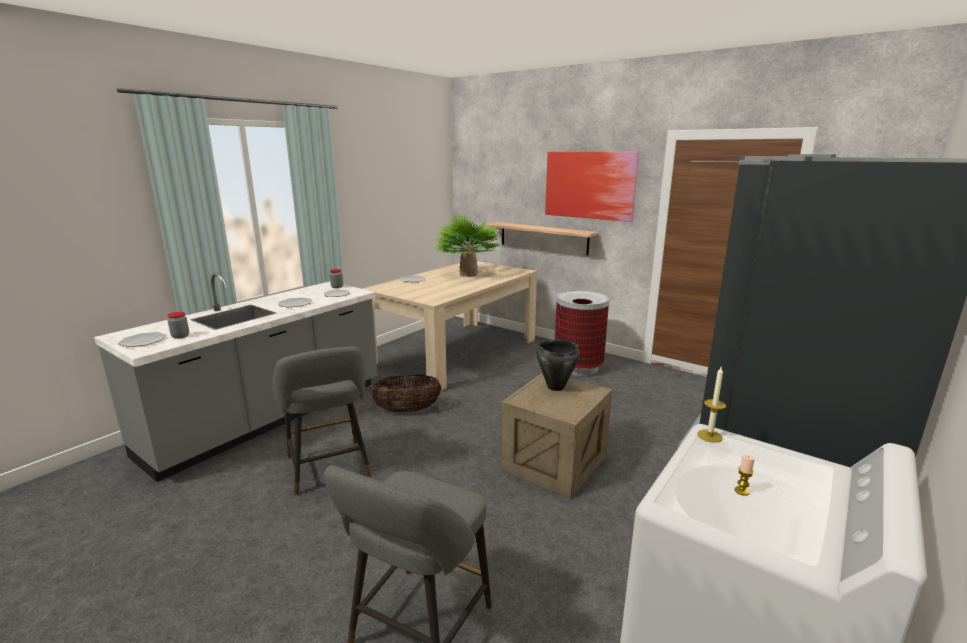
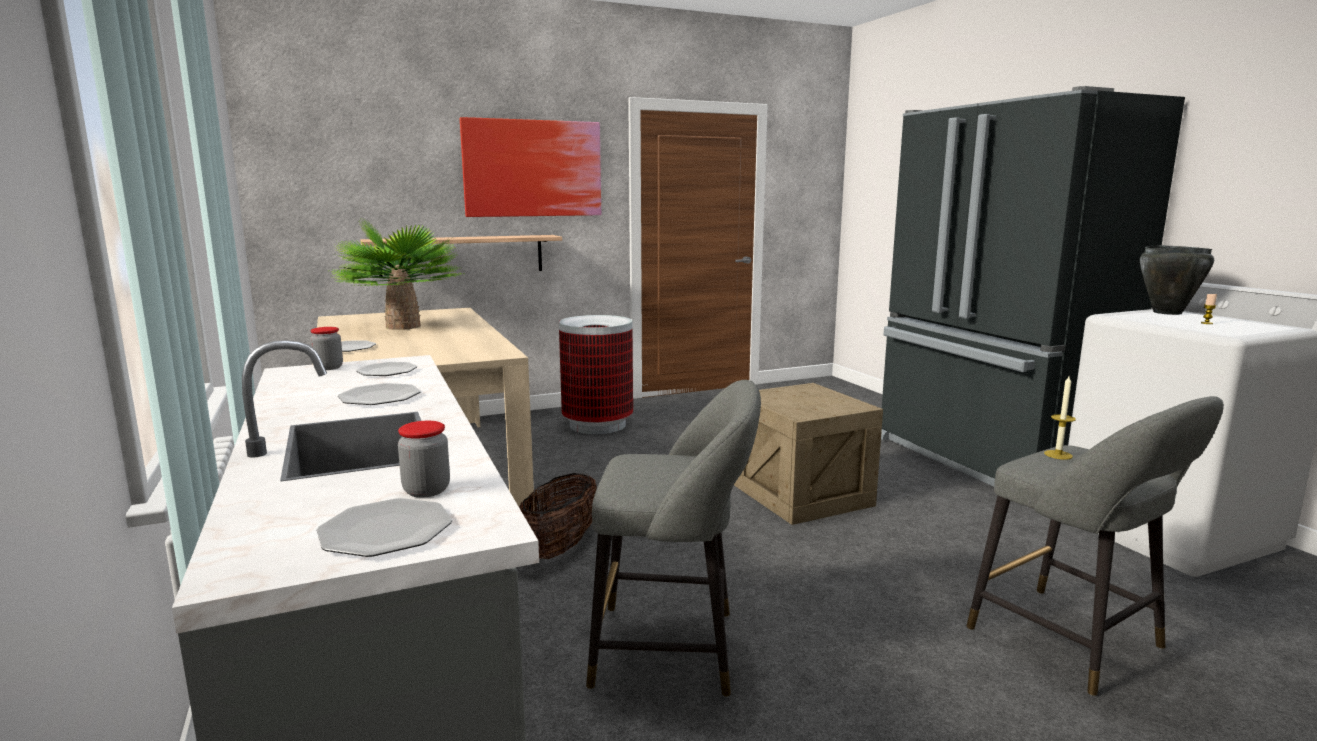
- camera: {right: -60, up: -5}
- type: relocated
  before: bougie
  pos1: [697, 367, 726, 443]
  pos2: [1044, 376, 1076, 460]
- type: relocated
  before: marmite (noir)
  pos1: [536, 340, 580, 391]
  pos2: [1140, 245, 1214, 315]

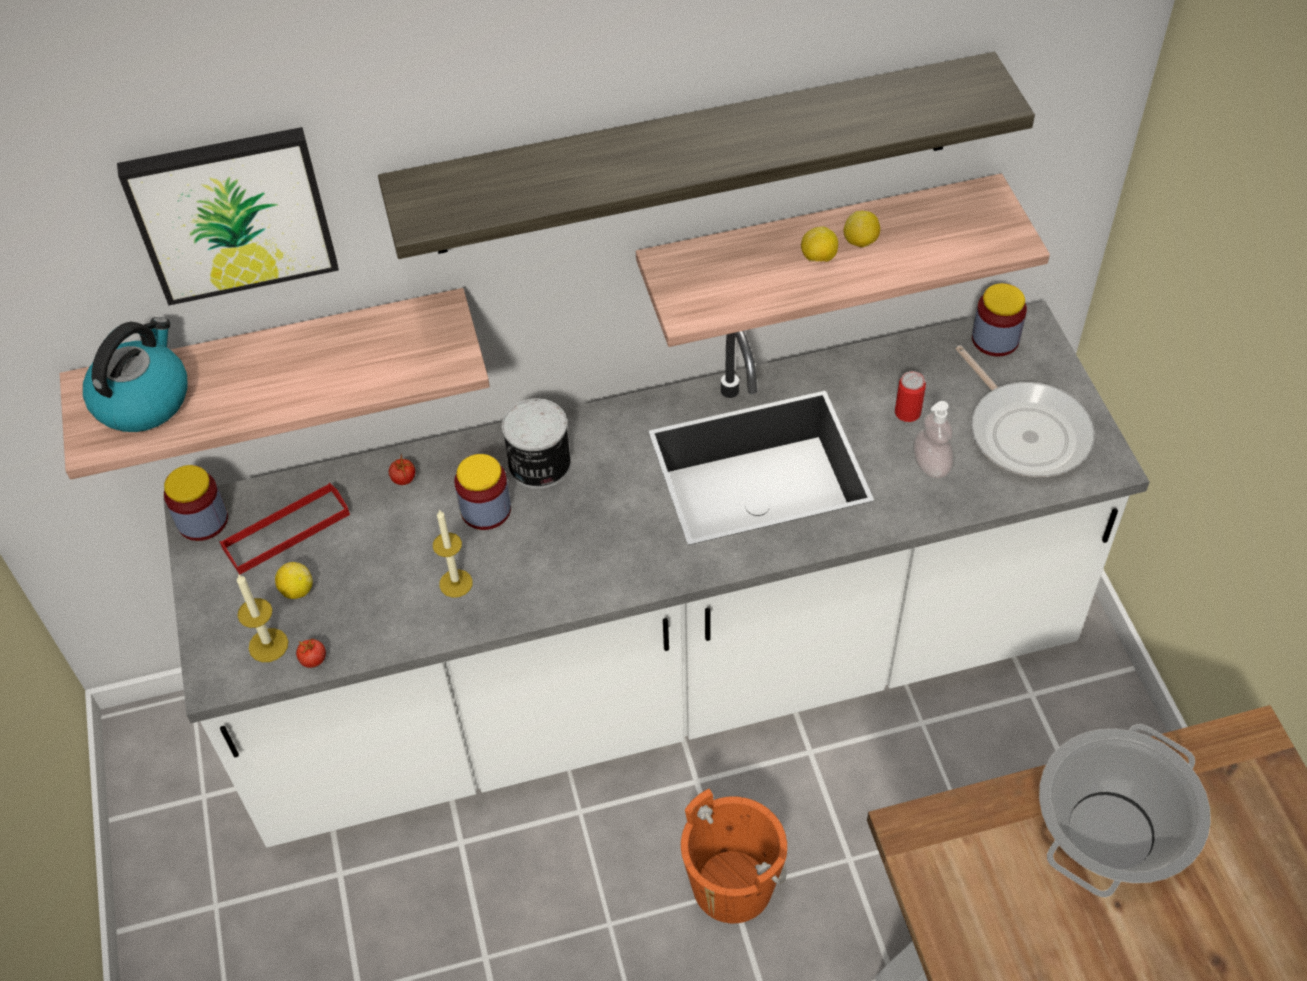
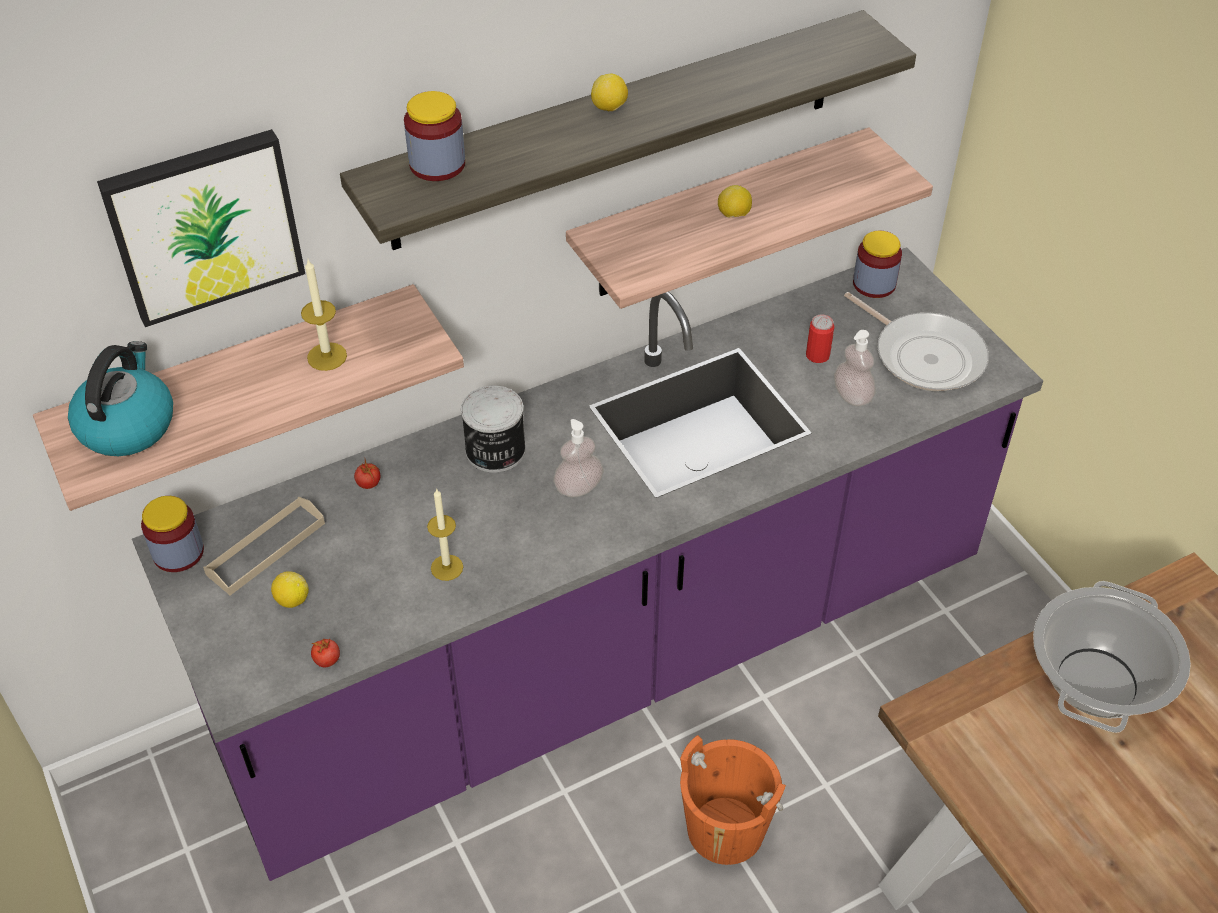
- camera: {right: -15, up: -5}
- type: colour
  before: comptoir de cuisine (blanc)
  after: comptoir de cuisine (violet)
  pos1: [163, 301, 1150, 848]
  pos2: [132, 247, 1043, 881]
- type: colour
  before: plateau (rouge)
  after: plateau (beige)
  pos1: [219, 482, 350, 574]
  pos2: [203, 497, 325, 595]
- type: relocated
  before: bougie
  pos1: [237, 573, 288, 662]
  pos2: [301, 260, 347, 371]
- type: relocated
  before: bocal
  pos1: [454, 454, 511, 530]
  pos2: [404, 91, 465, 181]
- type: appeared
  after: distributeur de savon
  pos2: [553, 419, 604, 497]
- type: relocated
  before: citron
  pos1: [844, 211, 880, 248]
  pos2: [591, 74, 628, 111]

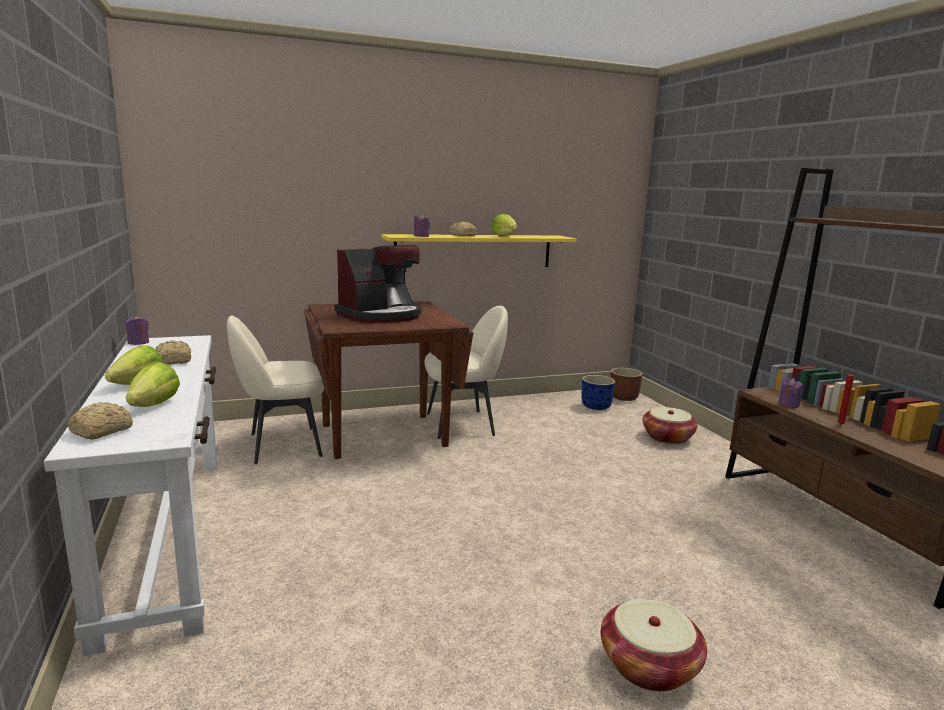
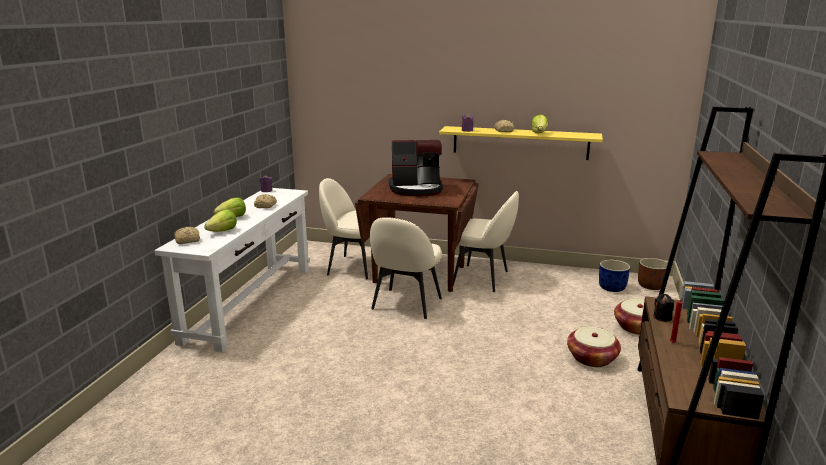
- camera: {right: 35, up: 5}
- type: appeared
  after: chaise (beige)
  pos2: [370, 217, 442, 319]
- type: relocated
  before: panier
  pos1: [601, 599, 707, 692]
  pos2: [567, 327, 621, 367]
- type: colour
  before: bougie (violet)
  after: bougie (noir)
  pos1: [779, 378, 803, 408]
  pos2: [654, 294, 674, 322]

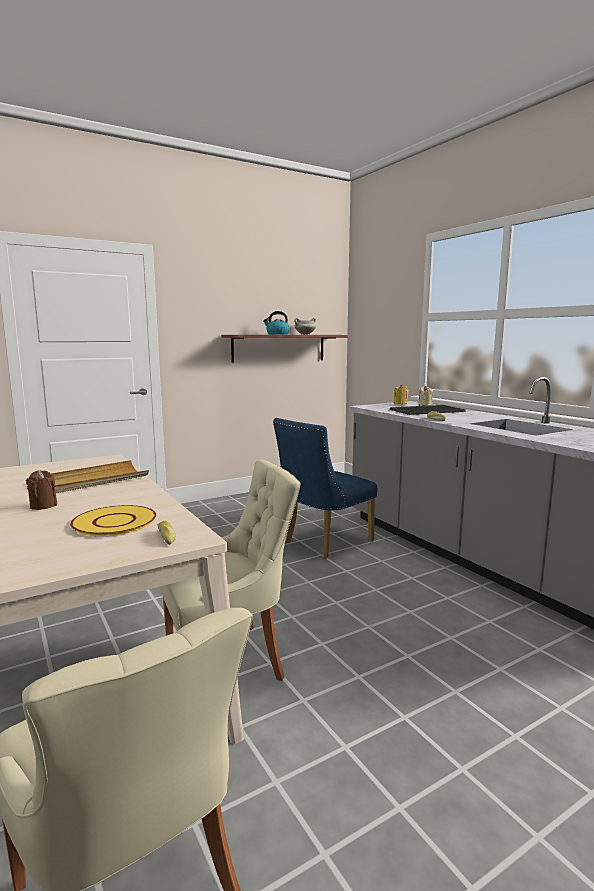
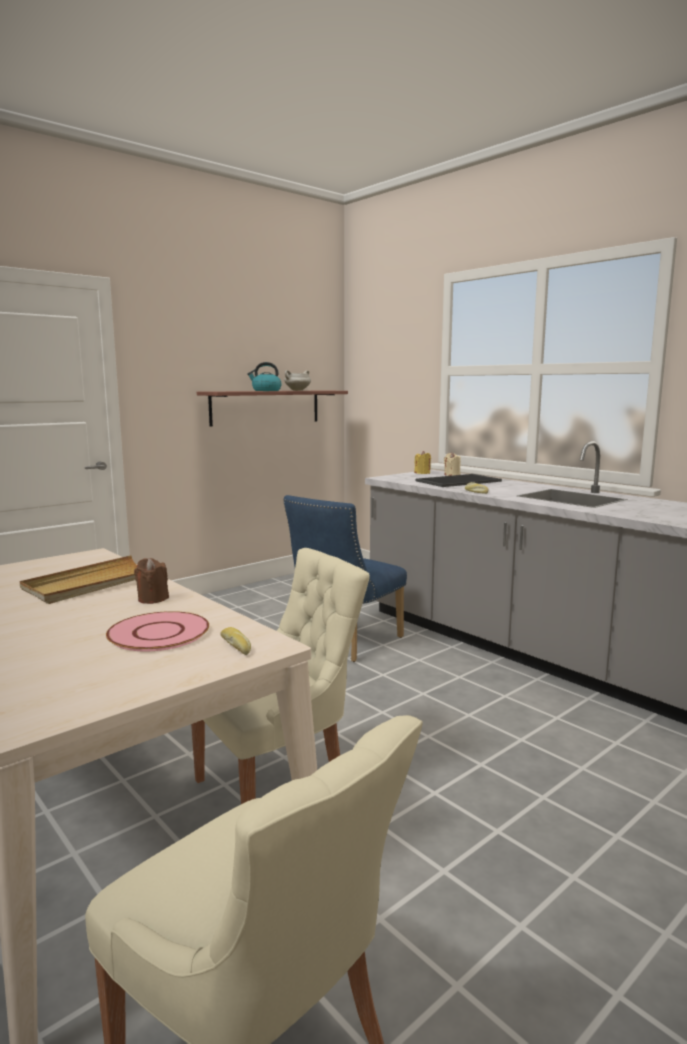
- camera: {right: -10, up: 0}
- type: colour
  before: assiette (jaune)
  after: assiette (rose)
  pos1: [70, 505, 156, 536]
  pos2: [106, 611, 209, 651]
- type: relocated
  before: bougie (marron)
  pos1: [26, 470, 57, 510]
  pos2: [134, 558, 169, 604]

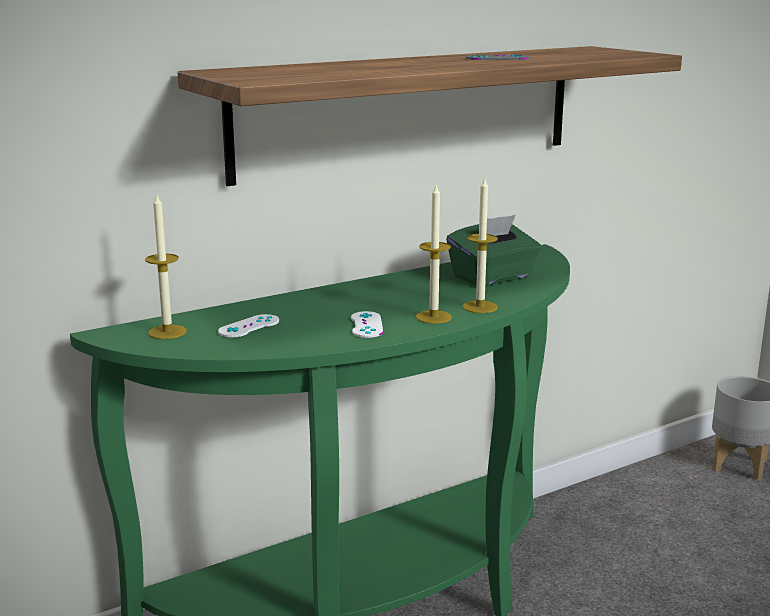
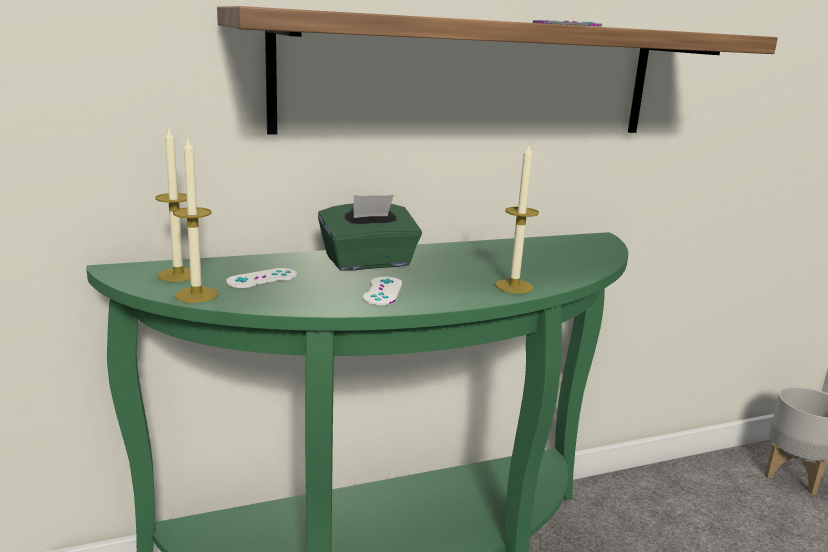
- camera: {right: 10, up: 0}
- type: relocated
  before: bougie
  pos1: [416, 185, 452, 324]
  pos2: [173, 139, 218, 303]
- type: relocated
  before: boîte à mouchoirs (vert)
  pos1: [446, 215, 541, 286]
  pos2: [318, 195, 422, 271]

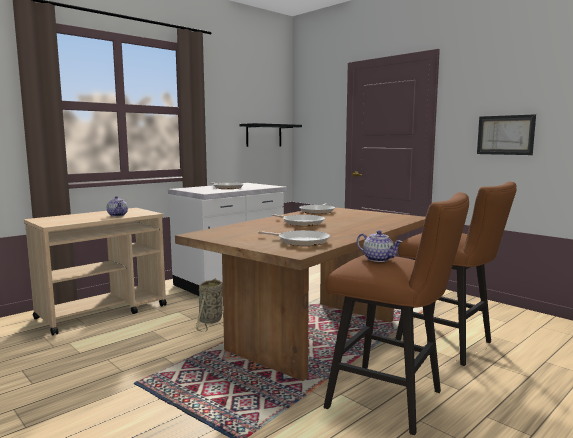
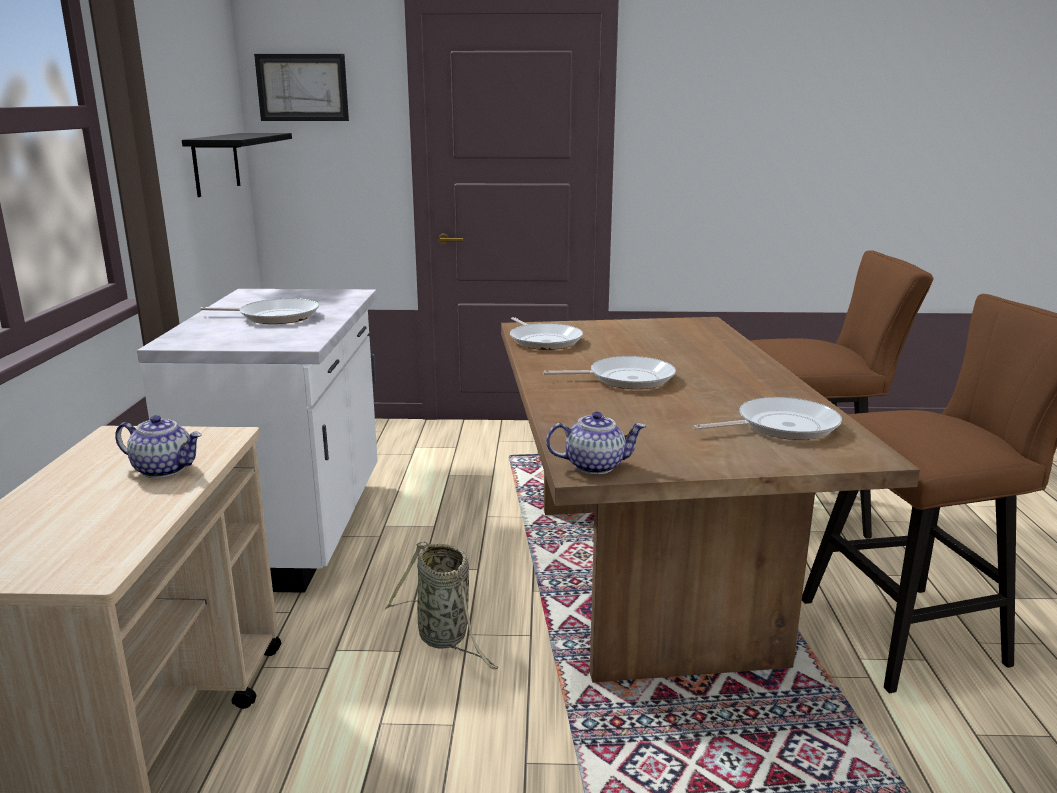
- camera: {right: -45, up: 10}
- type: relocated
  before: tableau
  pos1: [477, 114, 536, 155]
  pos2: [254, 54, 349, 121]
- type: relocated
  before: théière
  pos1: [357, 230, 402, 262]
  pos2: [546, 411, 646, 474]

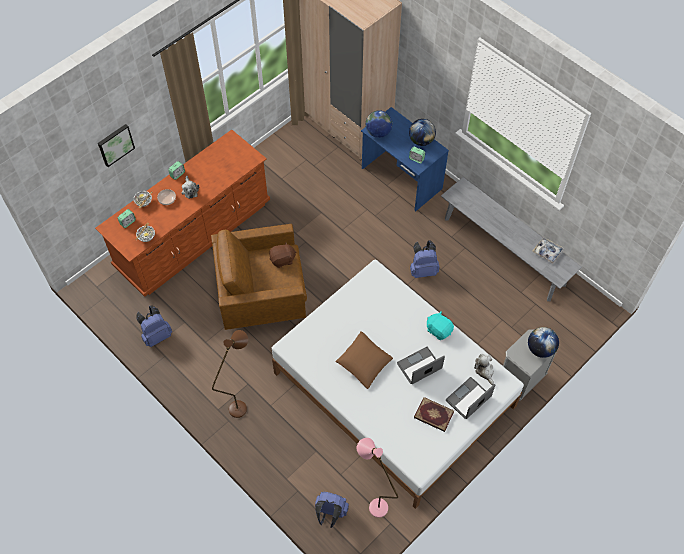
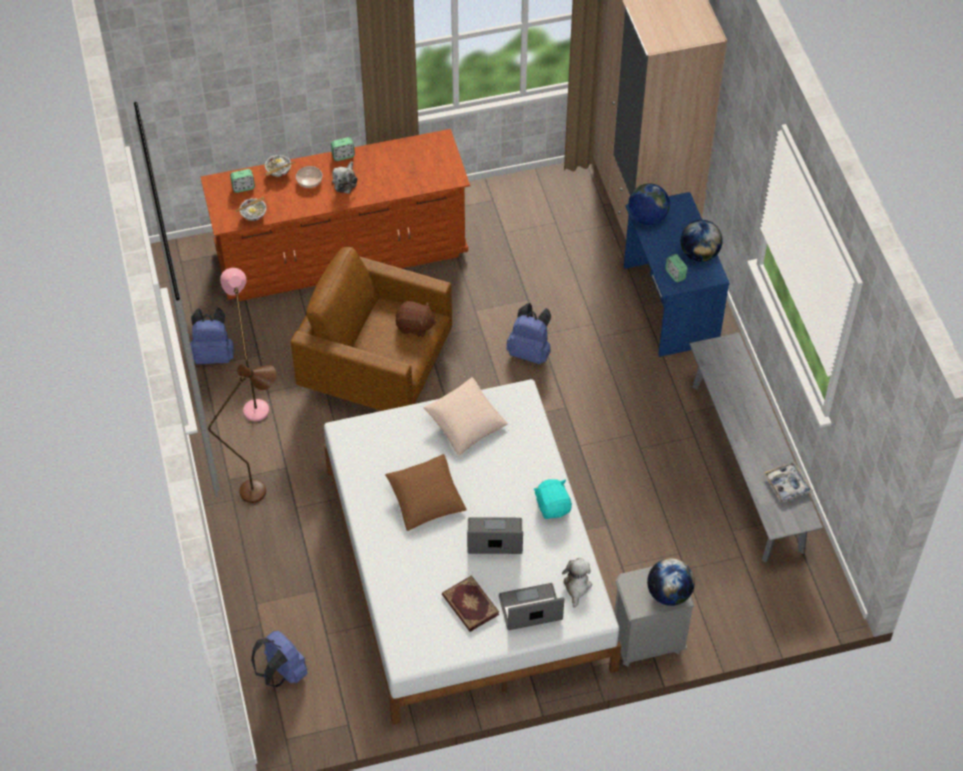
- camera: {right: 30, up: -5}
- type: relocated
  before: lampadaire (rose)
  pos1: [357, 438, 398, 518]
  pos2: [220, 268, 269, 422]
- type: appeared
  after: coussin (beige)
  pos2: [423, 377, 508, 456]
- type: relocated
  before: sac à dos (bleu)
  pos1: [410, 240, 440, 278]
  pos2: [507, 303, 551, 364]
- type: missing
  before: tableau
  pos1: [98, 124, 135, 167]

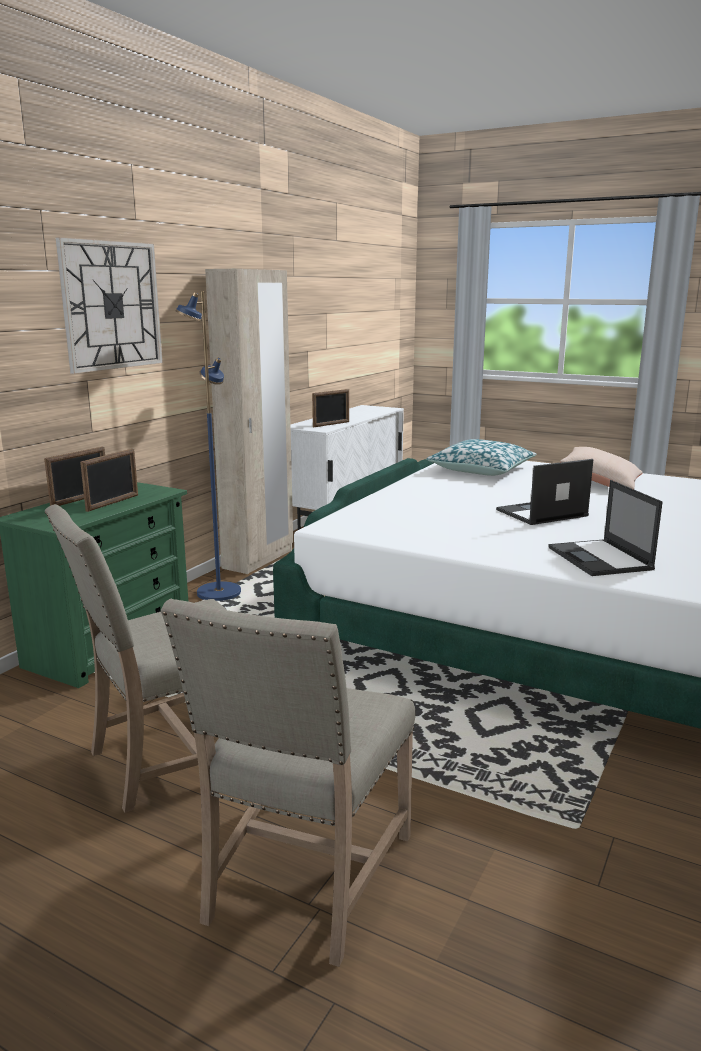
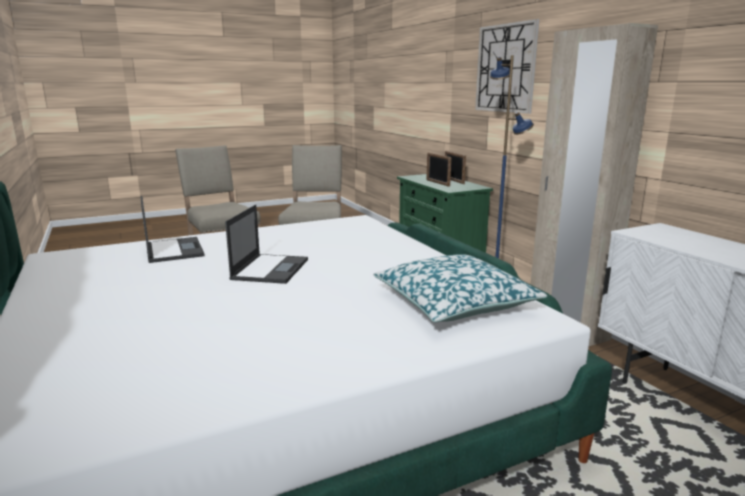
- camera: {right: 125, up: 0}
- type: spun
  before: ordinateur portable
  pos1: [549, 480, 663, 576]
  pos2: [140, 196, 205, 263]
  turn: 45
- type: missing
  before: cadre photo
  pos1: [312, 389, 349, 427]
- type: missing
  before: coussin (beige)
  pos1: [560, 447, 643, 489]

